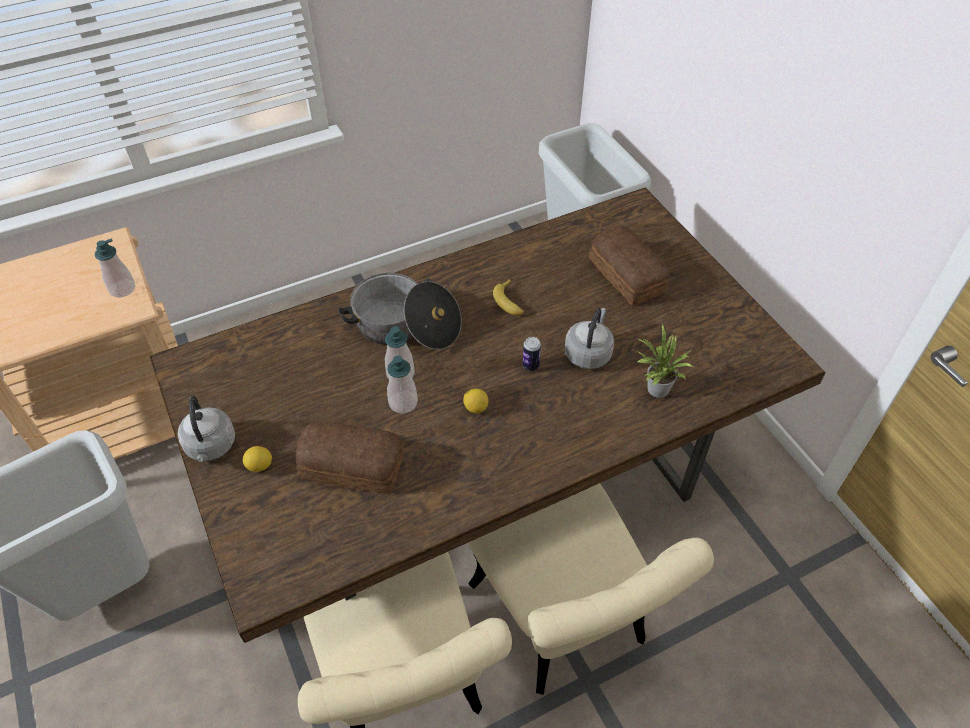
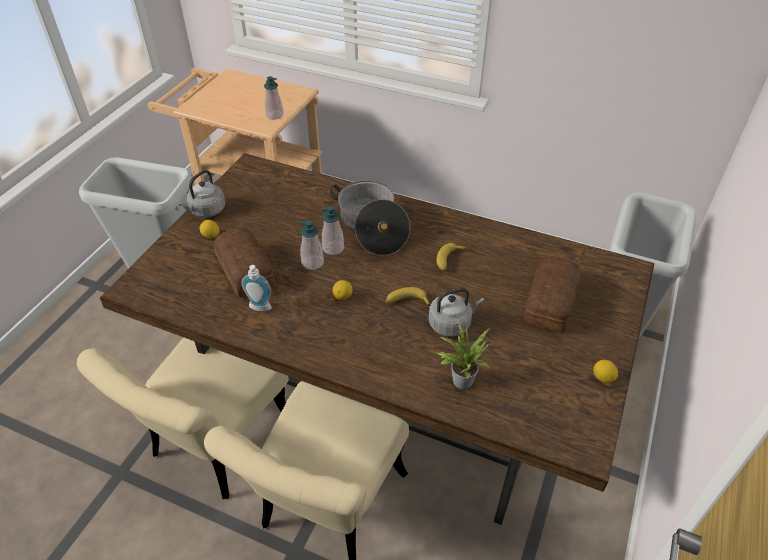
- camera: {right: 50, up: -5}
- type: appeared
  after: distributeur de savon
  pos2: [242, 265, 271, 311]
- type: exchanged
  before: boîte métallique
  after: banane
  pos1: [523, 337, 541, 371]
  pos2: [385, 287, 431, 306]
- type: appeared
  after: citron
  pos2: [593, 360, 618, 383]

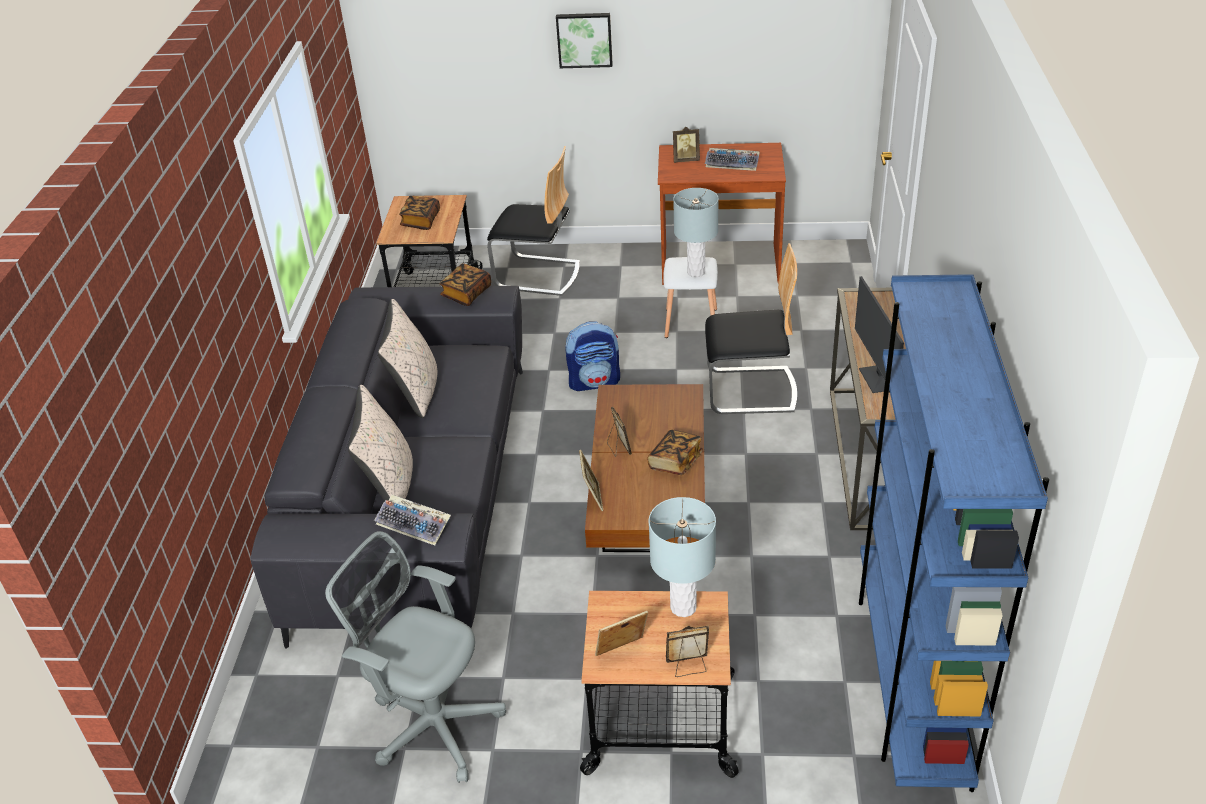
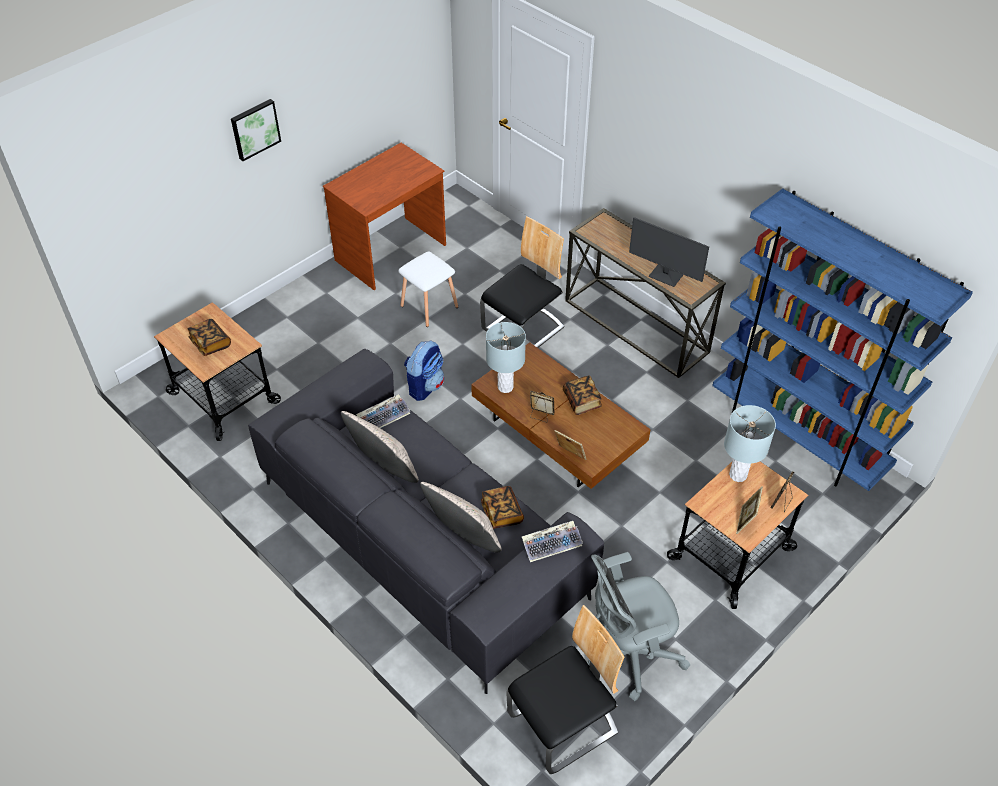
- camera: {right: -50, up: 10}
- type: relocated
  before: clavier
  pos1: [705, 148, 760, 171]
  pos2: [356, 394, 410, 428]
- type: relocated
  before: livre
  pos1: [439, 263, 491, 306]
  pos2: [481, 486, 524, 529]
- type: relocated
  before: lampe de table (gris)
  pos1: [673, 188, 719, 277]
  pos2: [486, 322, 526, 393]
- type: relocated
  before: chaise
  pos1: [487, 146, 580, 296]
  pos2: [506, 605, 624, 774]
- type: missing
  before: cadre photo
  pos1: [673, 127, 700, 163]

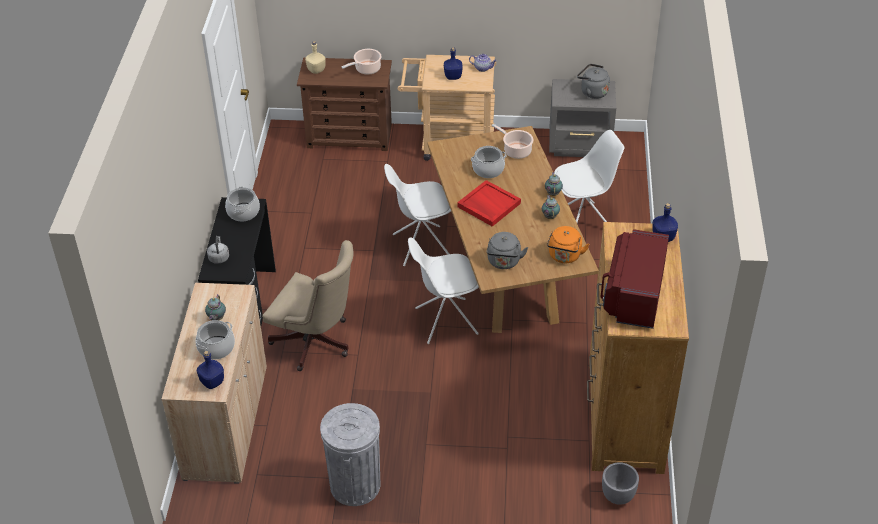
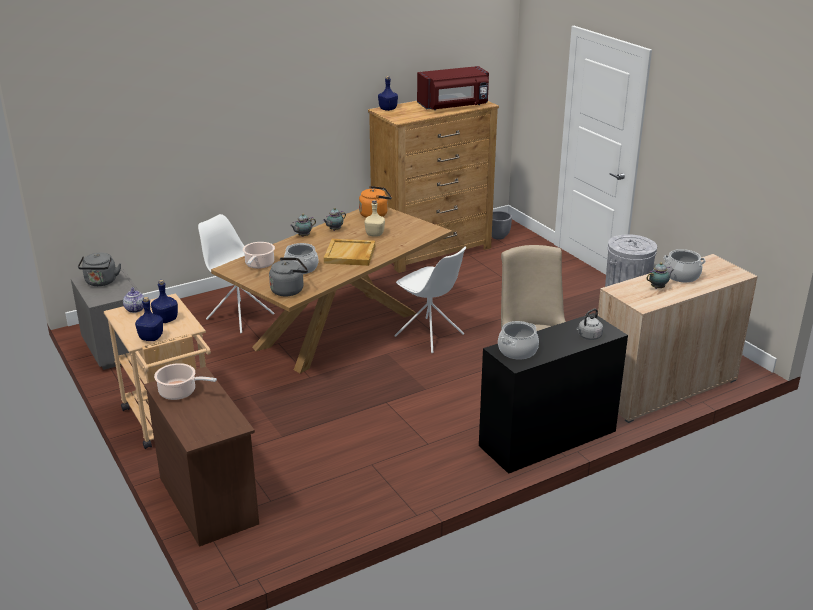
- camera: {right: -125, up: -15}
- type: relocated
  before: bouteille (bleu)
  pos1: [197, 351, 224, 389]
  pos2: [135, 297, 163, 341]
- type: relocated
  before: bouilloire (gris)
  pos1: [487, 232, 528, 269]
  pos2: [269, 257, 308, 297]
- type: colour
  before: plateau (rouge)
  after: plateau (beige)
  pos1: [457, 180, 521, 227]
  pos2: [324, 239, 375, 266]
- type: relocated
  before: bouteille (beige)
  pos1: [305, 41, 326, 74]
  pos2: [365, 200, 385, 237]
- type: missing
  before: chaise (blanc)
  pos1: [384, 164, 451, 266]

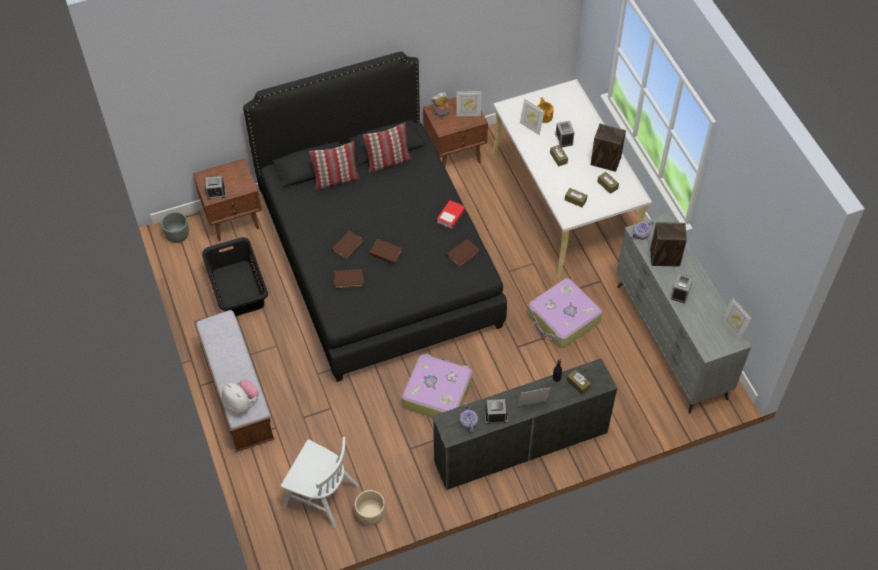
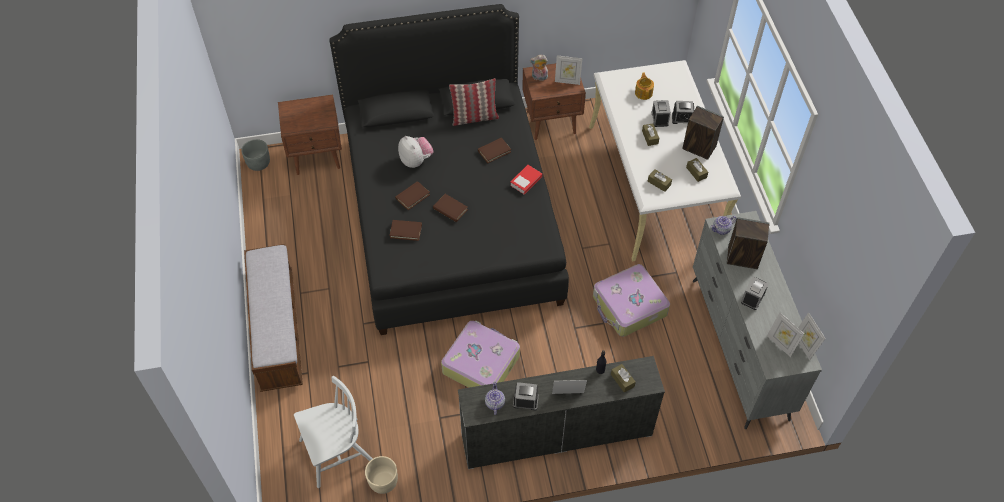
- camera: {right: 10, up: 0}
- type: spun
  before: chaise (blanc)
  pos1: [281, 437, 359, 528]
  pos2: [294, 376, 373, 488]
  turn: -60
- type: relocated
  before: peluche
  pos1: [222, 379, 259, 414]
  pos2: [398, 136, 433, 168]
- type: relocated
  before: livre (marron)
  pos1: [446, 239, 479, 267]
  pos2: [478, 138, 511, 163]
- type: relocated
  before: réveil
  pos1: [205, 176, 226, 200]
  pos2: [672, 101, 694, 124]
- type: relocated
  before: cadre photo
  pos1: [520, 99, 545, 135]
  pos2: [767, 312, 804, 357]
- type: missing
  before: panier à linge (noir)
  pos1: [202, 237, 268, 316]
- type: missing
  before: coussin
  pos1: [309, 142, 360, 190]

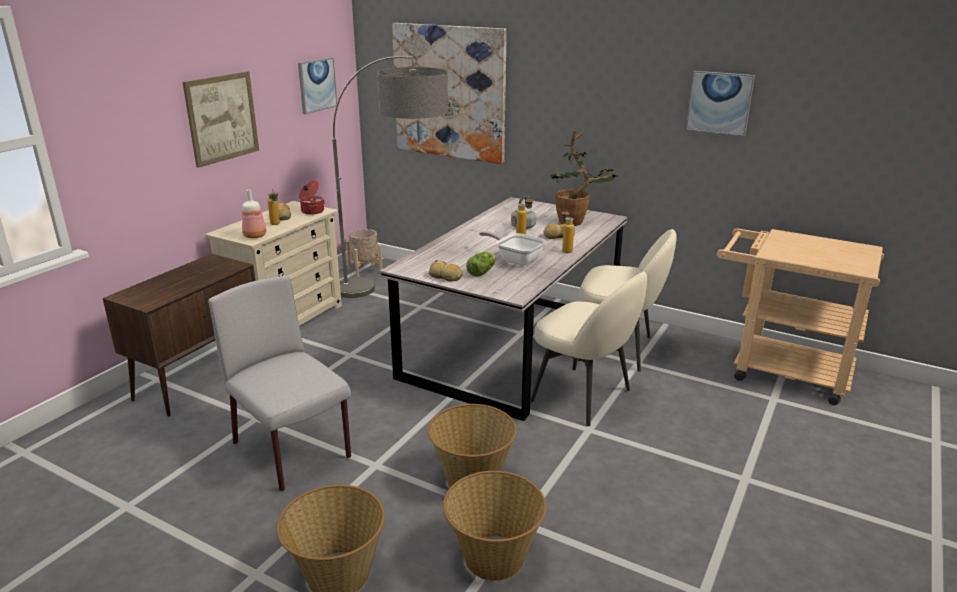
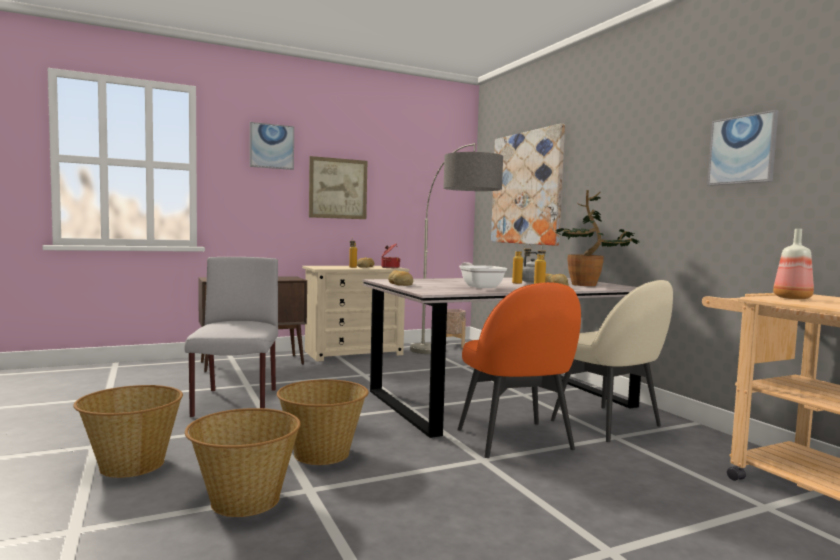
- camera: {right: 35, up: -20}
- type: relocated
  before: tableau
  pos1: [298, 57, 337, 114]
  pos2: [250, 122, 294, 170]
- type: colour
  before: chaise (beige)
  after: chaise (orange)
  pos1: [530, 271, 647, 426]
  pos2: [457, 282, 581, 458]
- type: relocated
  before: bouteille
  pos1: [242, 190, 267, 238]
  pos2: [773, 229, 814, 299]
- type: missing
  before: laitue
  pos1: [466, 252, 495, 277]

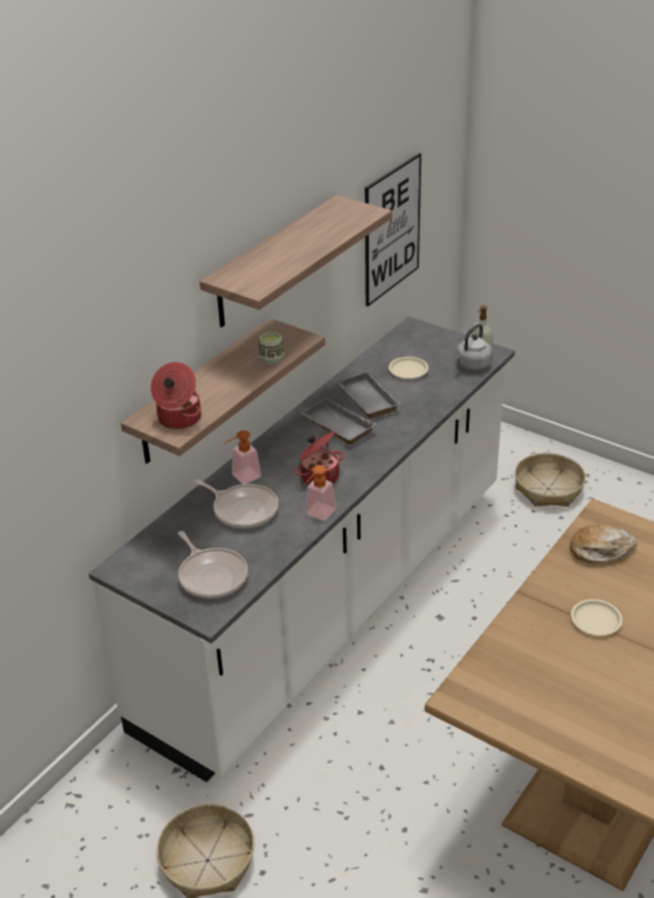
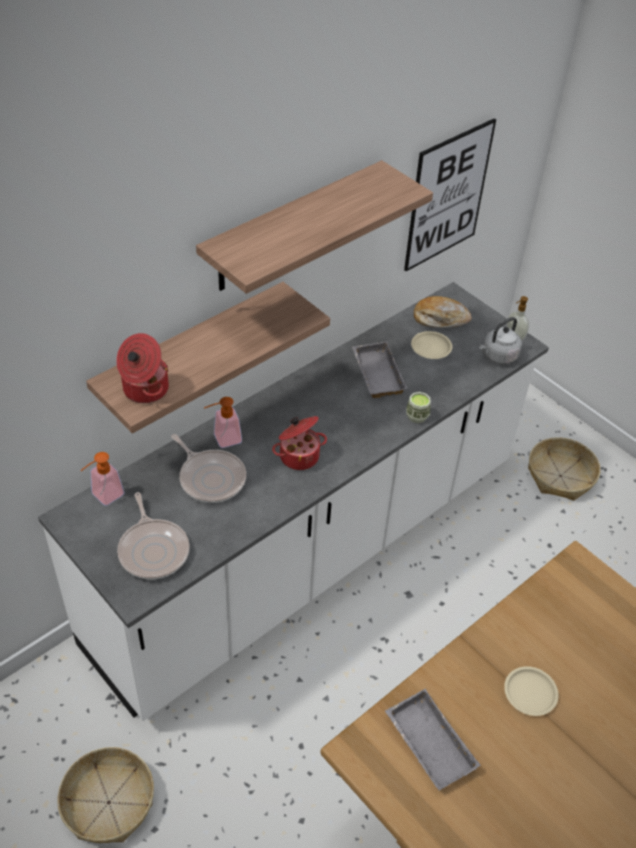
- camera: {right: 10, up: 10}
- type: relocated
  before: distributeur de savon
  pos1: [305, 465, 336, 521]
  pos2: [80, 452, 124, 506]
- type: relocated
  before: plateau (gris)
  pos1: [300, 397, 376, 445]
  pos2: [385, 689, 480, 791]
- type: relocated
  before: tasse
  pos1: [259, 332, 285, 365]
  pos2: [406, 392, 431, 423]
- type: relocated
  before: pain
  pos1: [570, 524, 637, 563]
  pos2: [414, 296, 472, 328]

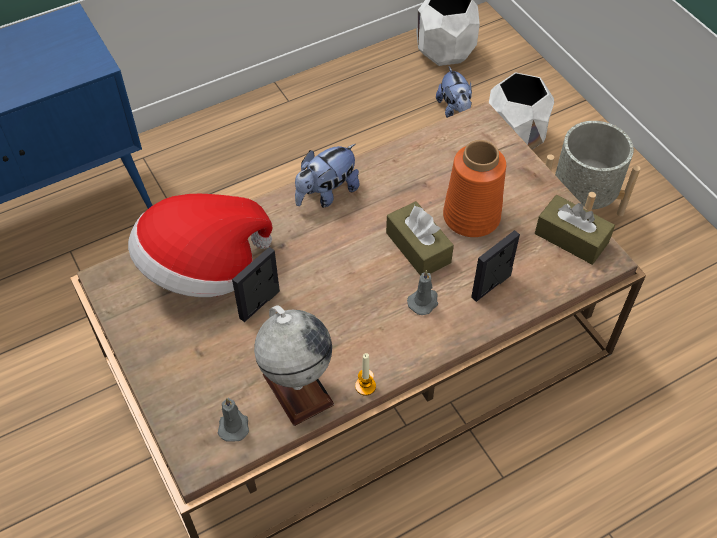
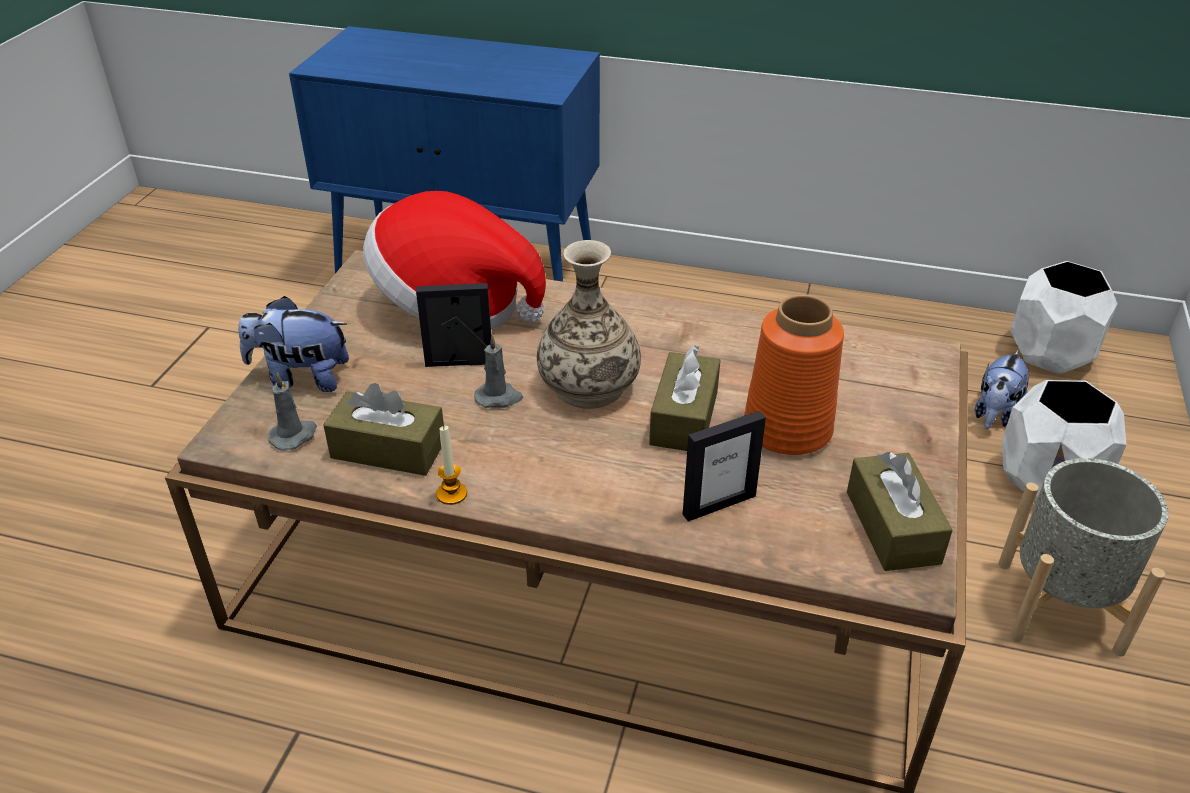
- camera: {right: 45, up: -15}
- type: relocated
  before: peluche
  pos1: [295, 144, 360, 208]
  pos2: [238, 296, 349, 392]
- type: exchanged
  before: globe
  after: boîte à mouchoirs (marron)
  pos1: [254, 305, 334, 426]
  pos2: [323, 383, 444, 476]
- type: relocated
  before: bougie (gris)
  pos1: [407, 270, 438, 315]
  pos2: [474, 334, 523, 408]
- type: appeared
  after: vase
  pos2: [537, 240, 641, 409]
- type: spun
  before: cadre photo
  pos1: [471, 230, 520, 302]
  pos2: [683, 411, 766, 522]
  turn: 150

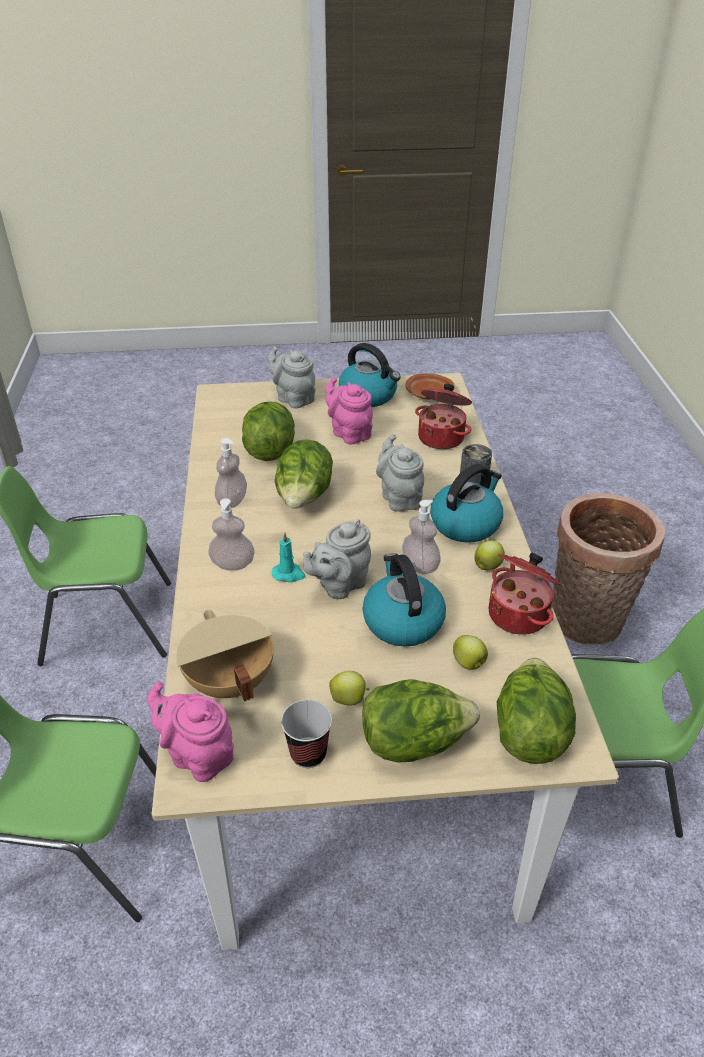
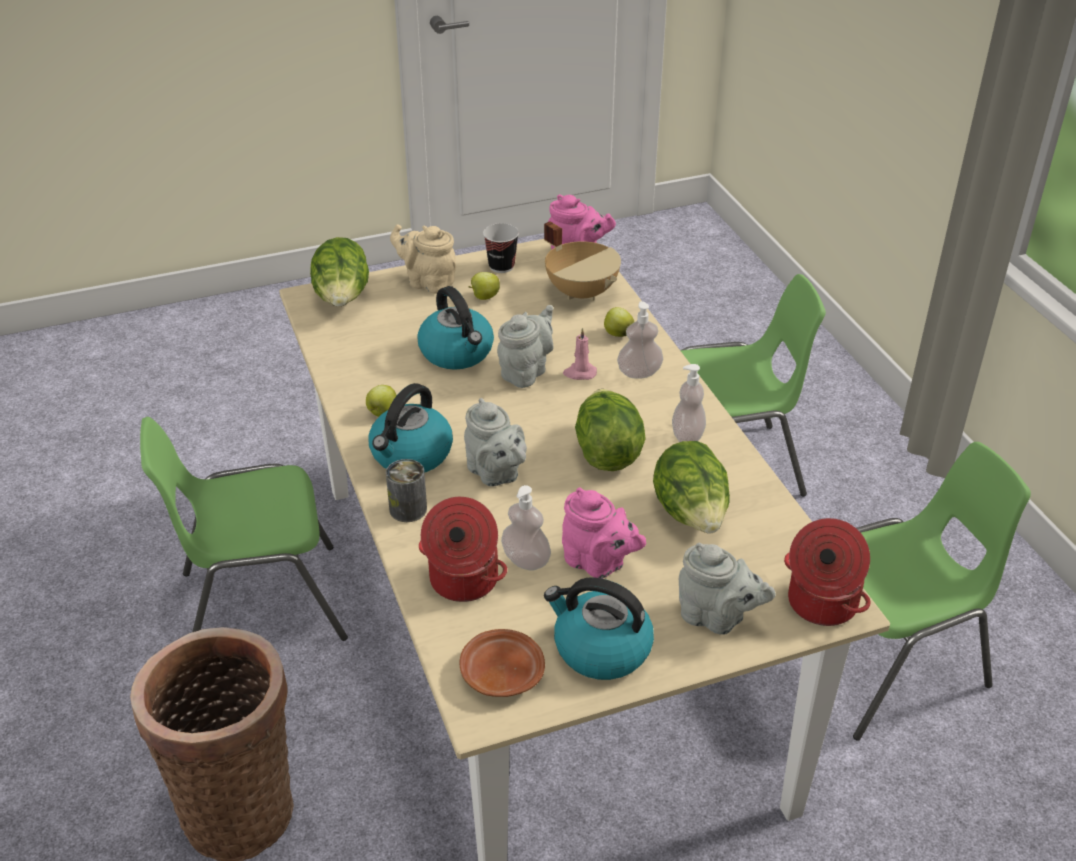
- camera: {right: 165, up: 0}
- type: exchanged
  before: laitue
  after: théière (beige)
  pos1: [362, 679, 480, 762]
  pos2: [390, 224, 456, 294]
- type: relocated
  before: distributeur de savon
  pos1: [402, 500, 441, 574]
  pos2: [501, 485, 551, 570]
- type: colour
  before: bougie (turquoise)
  after: bougie (rose)
  pos1: [272, 532, 305, 582]
  pos2: [563, 328, 597, 380]
- type: relocated
  before: pomme
  pos1: [453, 635, 488, 670]
  pos2: [604, 307, 634, 337]
- type: relocated
  before: marmite
  pos1: [489, 552, 561, 635]
  pos2: [784, 518, 871, 626]

